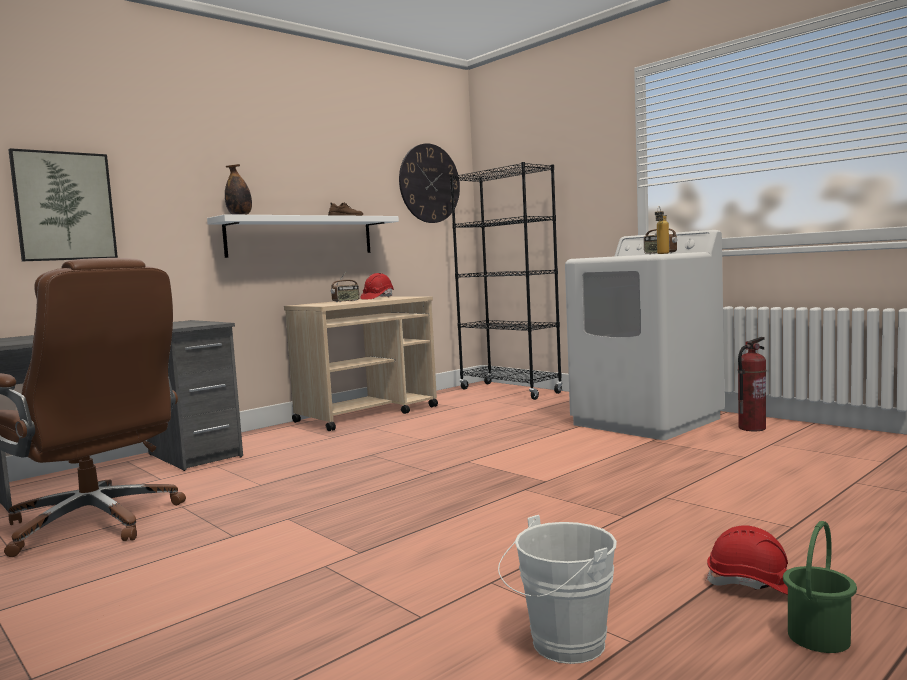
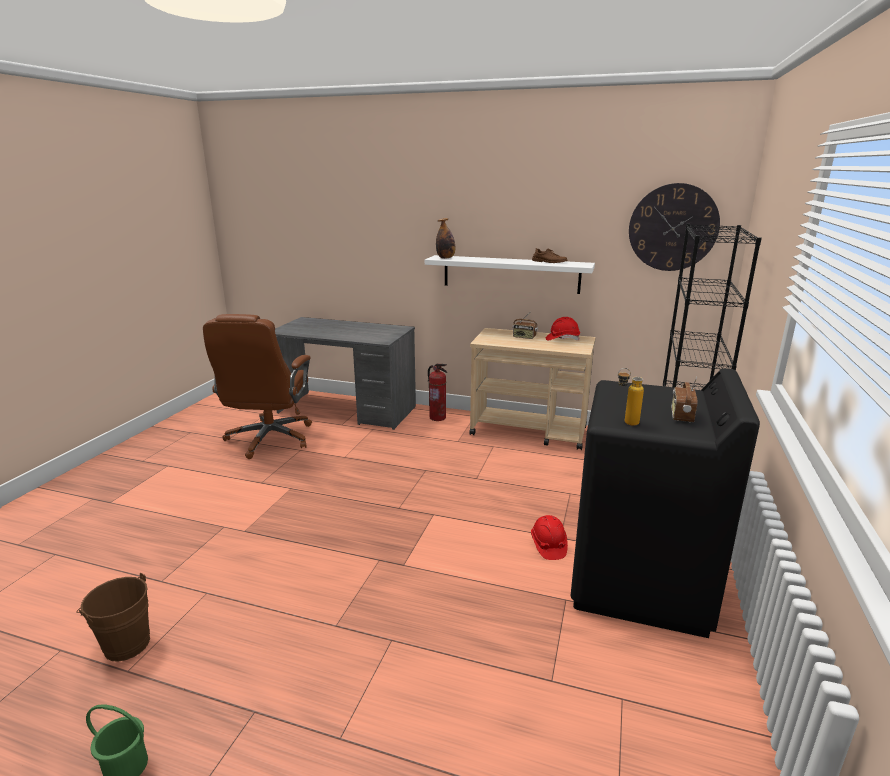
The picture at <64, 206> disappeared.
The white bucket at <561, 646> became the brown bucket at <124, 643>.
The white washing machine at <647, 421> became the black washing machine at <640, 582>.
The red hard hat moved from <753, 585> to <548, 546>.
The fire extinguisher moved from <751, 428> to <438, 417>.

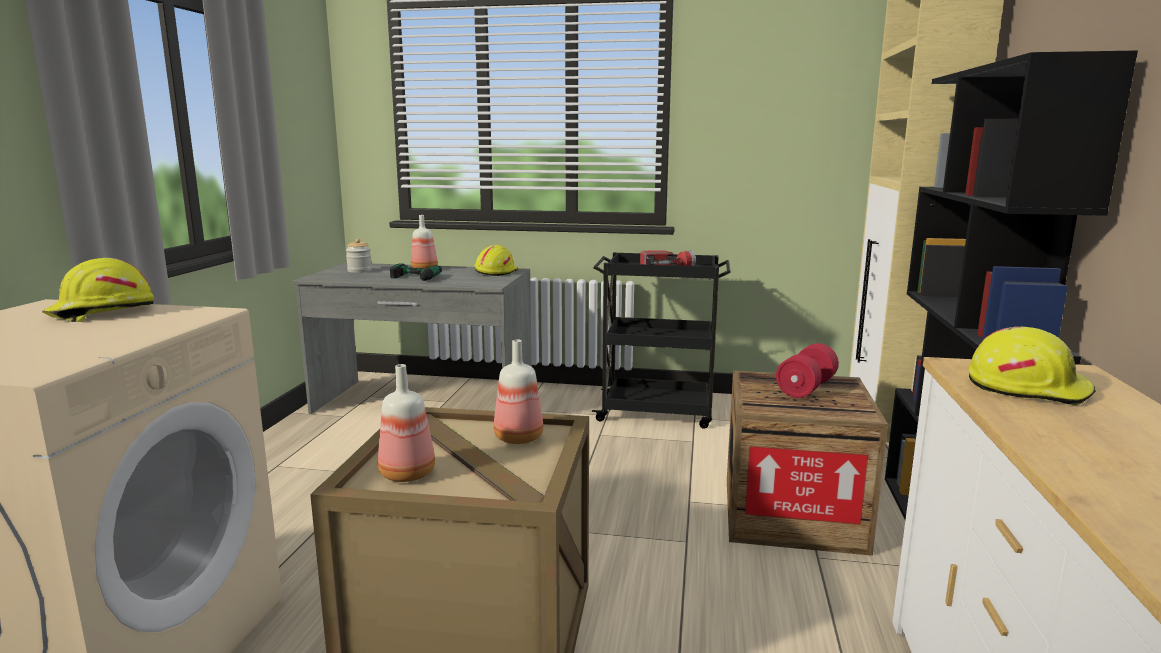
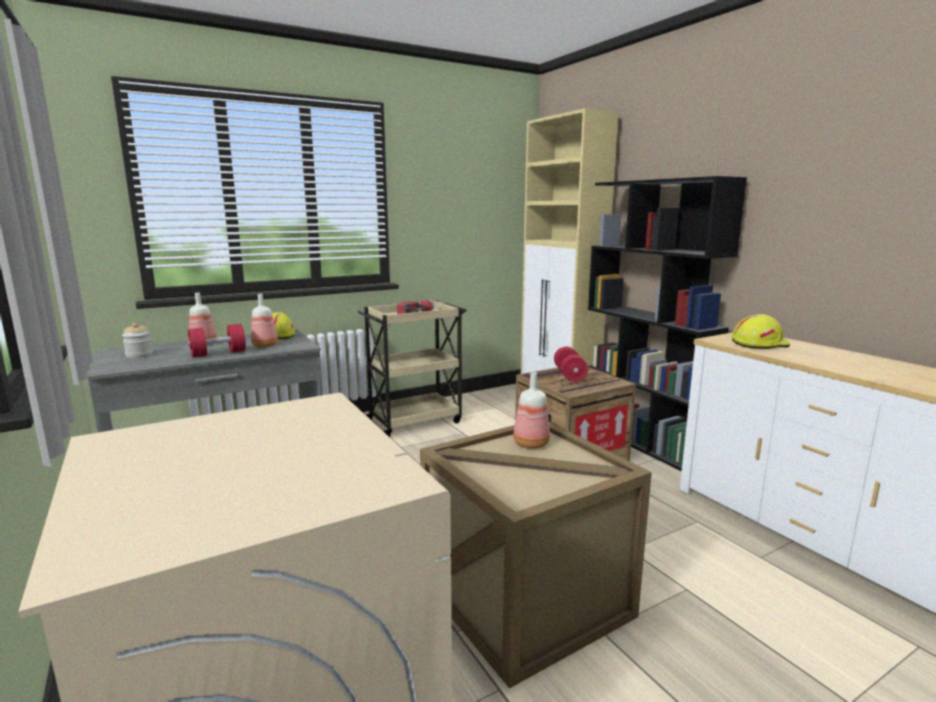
The yellow hard hat at <101, 313> disappeared.
The bottle moved from <409, 474> to <266, 345>.
The power drill at <411, 279> was replaced by the red dumbbell at <218, 353>.
The black cart at <658, 412> became the beige cart at <415, 421>.

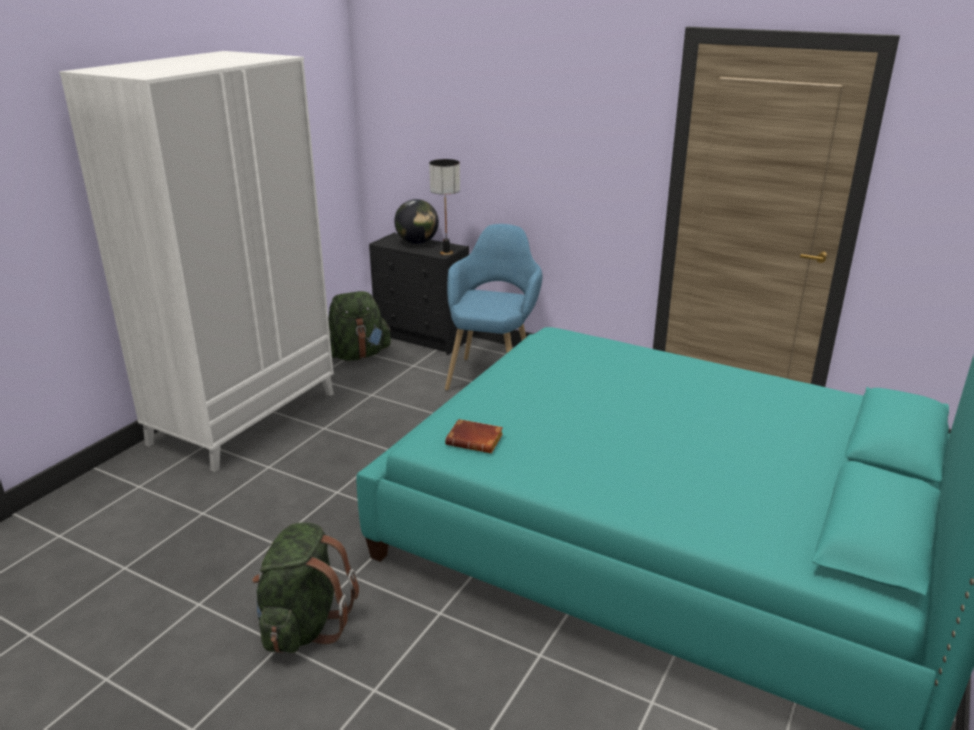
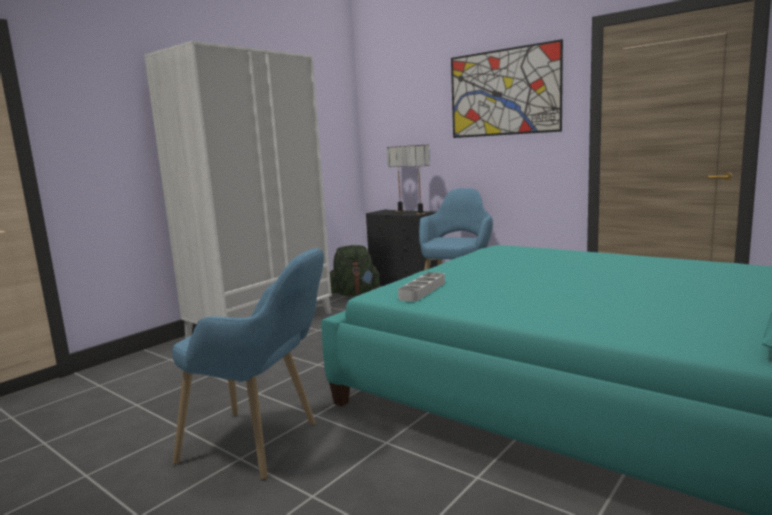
The green backpack at <304, 624> was replaced by the blue armchair at <264, 445>.
The globe at <417, 242> was replaced by the table lamp at <400, 211>.
The brown book at <476, 440> was replaced by the grey tray at <422, 290>.
The picture at <503, 92> appeared.

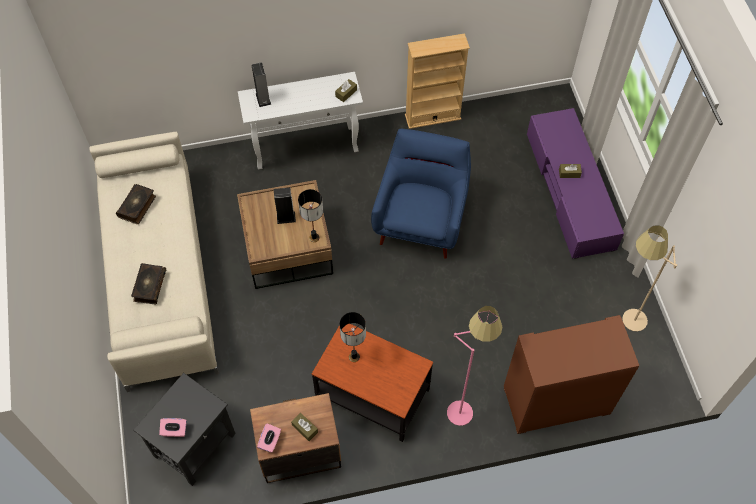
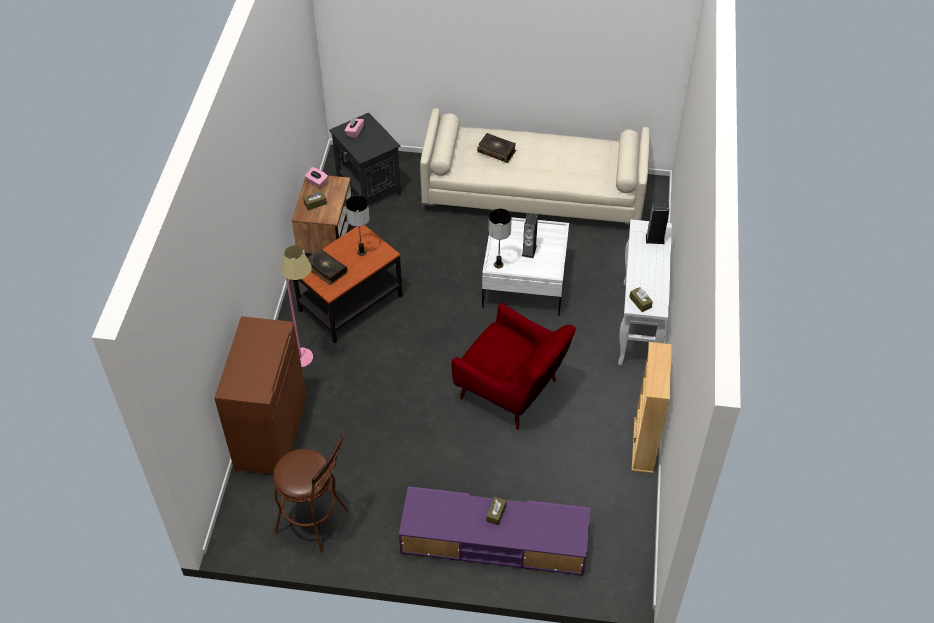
The book moved from <137, 207> to <326, 270>.
The brown coffee table at <287, 248> became the white coffee table at <524, 282>.
The blue armchair at <421, 220> became the red armchair at <512, 392>.
The beige floor lamp at <623, 322> was replaced by the brown stool at <317, 524>.

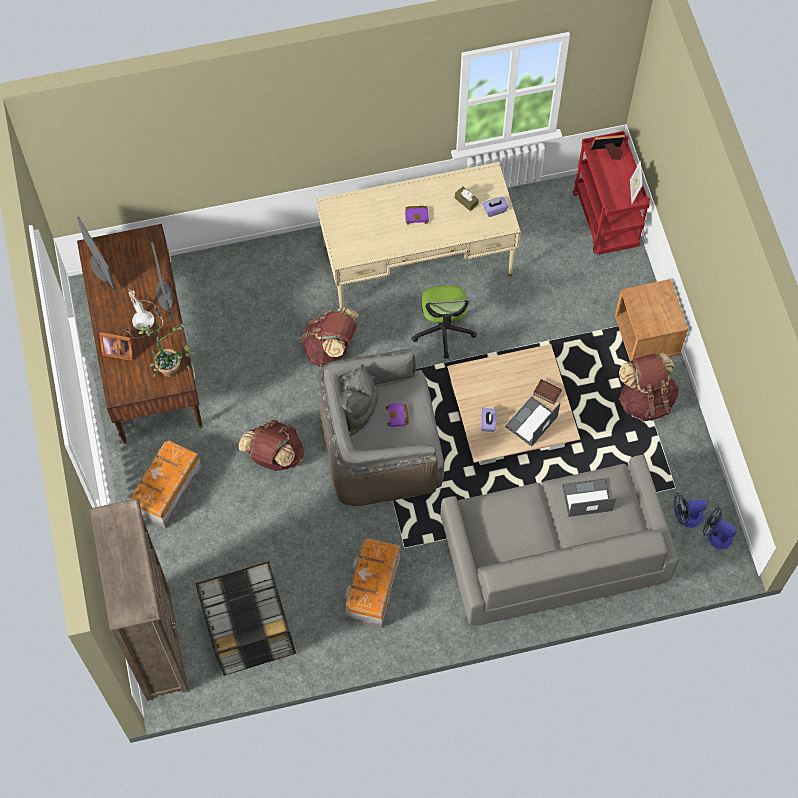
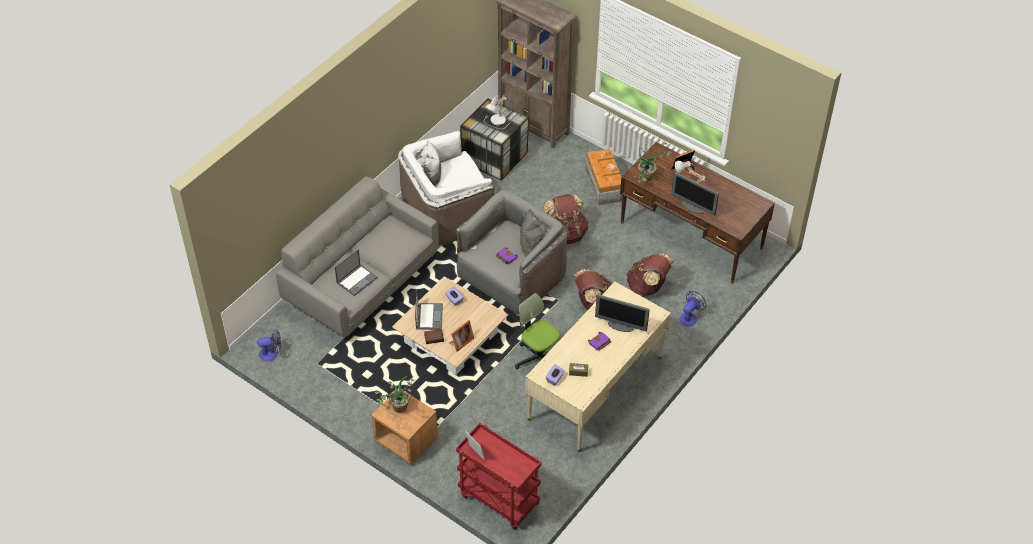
The monitor moved from <100, 267> to <620, 326>.
The storage box at <372, 589> was replaced by the white armchair at <448, 210>.
The picture frame moved from <607, 152> to <460, 342>.
The brown backpack moved from <645, 400> to <647, 287>.
The fan moved from <686, 517> to <690, 317>.
The potted plant at <397, 410> appeared.
The table lamp at <499, 121> appeared.

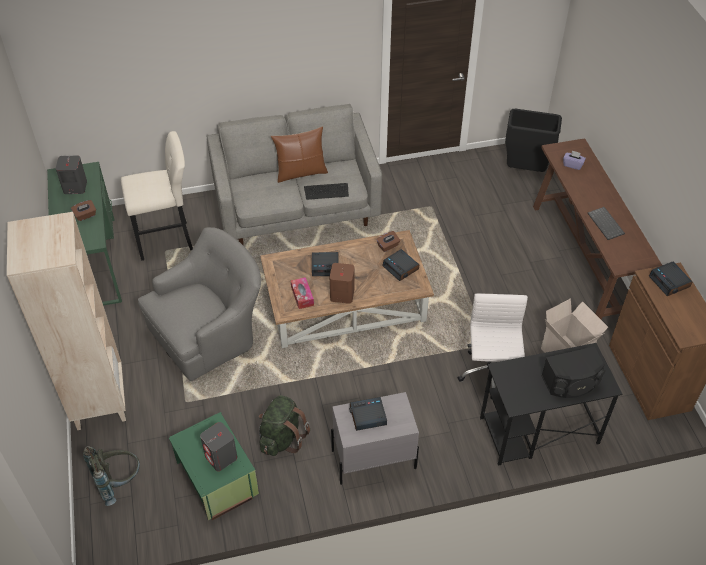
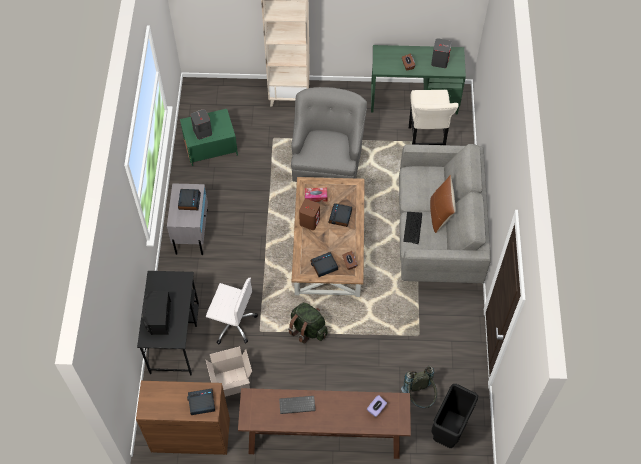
The grey backpack moved from <119, 482> to <419, 397>.
The grey armchair at <210, 332> turned 150 degrees counterclockwise.
The green backpack moved from <282, 438> to <308, 329>.

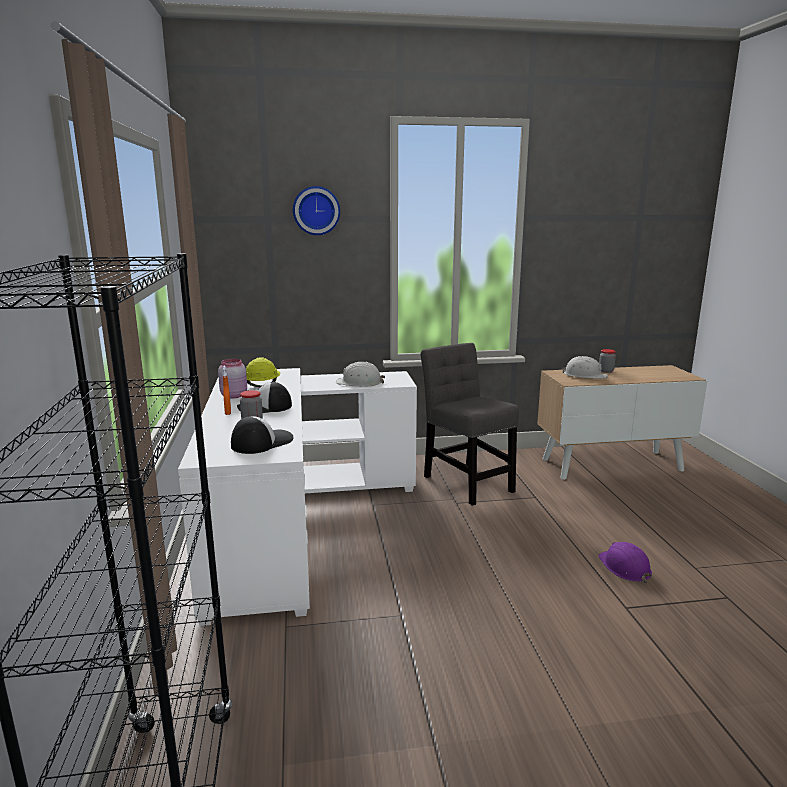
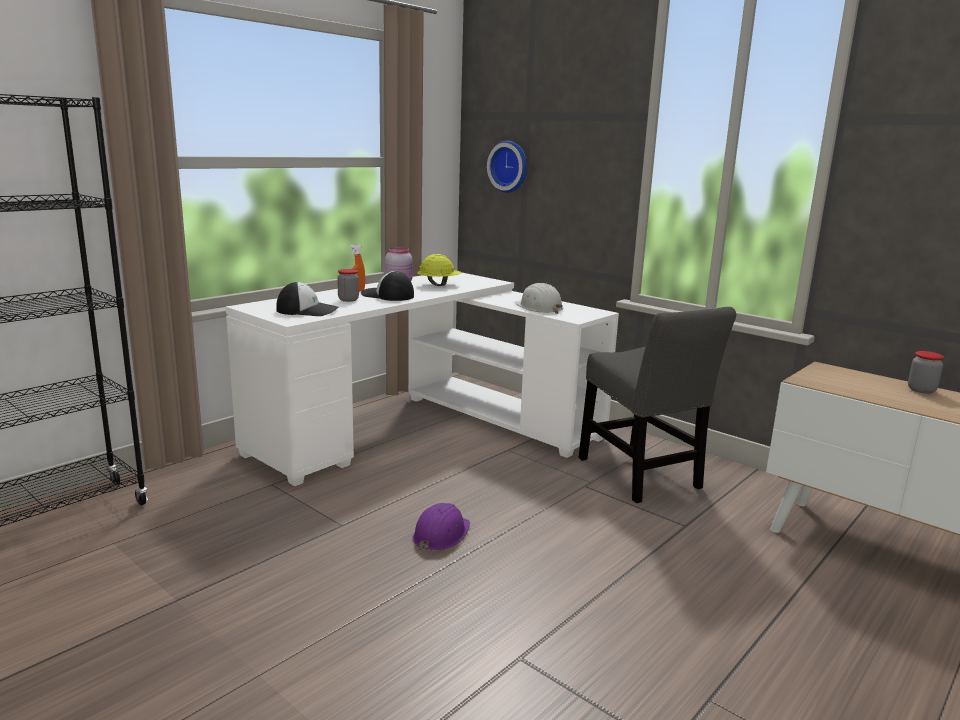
The wall clock moved from <316, 210> to <510, 166>.
The grey chair at <466, 481> turned 135 degrees clockwise.
The white hard hat at <584, 375> disappeared.
The purple hard hat moved from <625, 567> to <441, 534>.

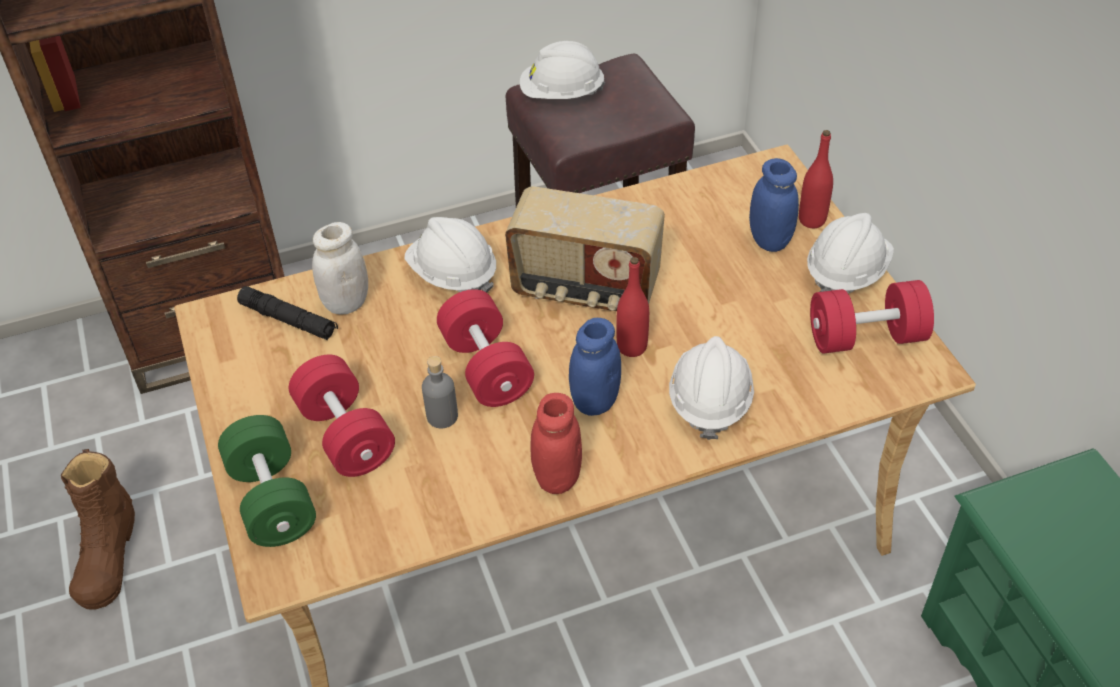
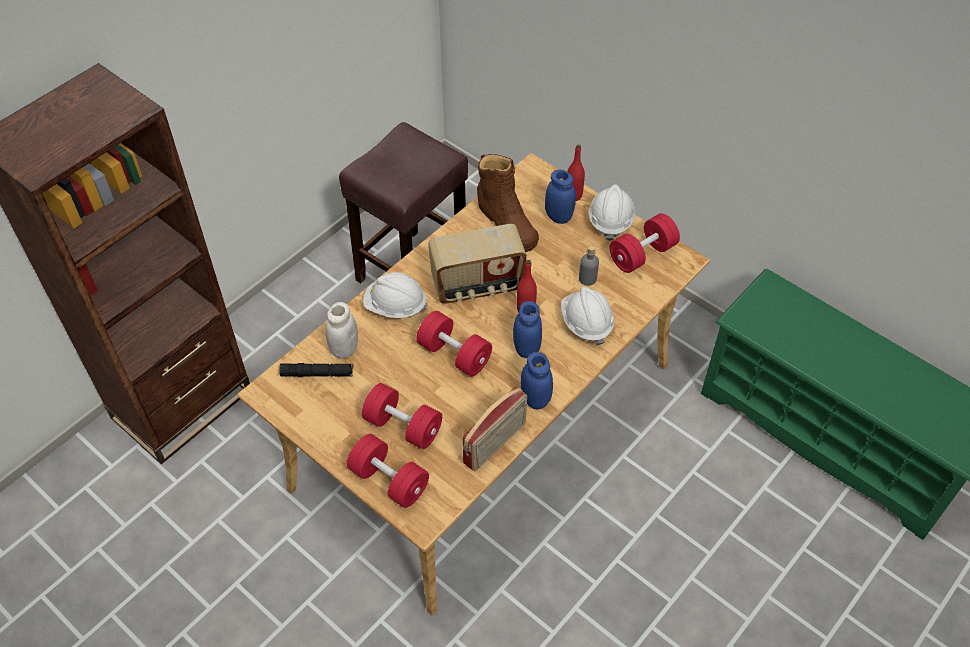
The brown boot moved from <107, 554> to <507, 223>.
The green dumbbell at <272, 499> became the red dumbbell at <389, 480>.
The grey bottle moved from <442, 416> to <587, 279>.
The white hard hat at <561, 94> disappeared.
The red jar at <557, 477> became the blue jar at <535, 399>.
The radio at <495, 444> appeared.

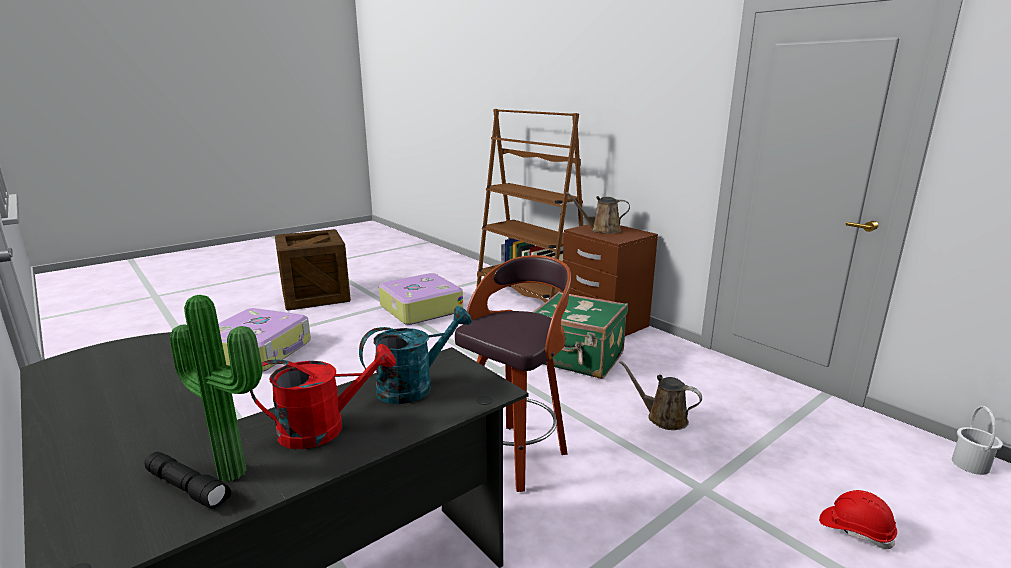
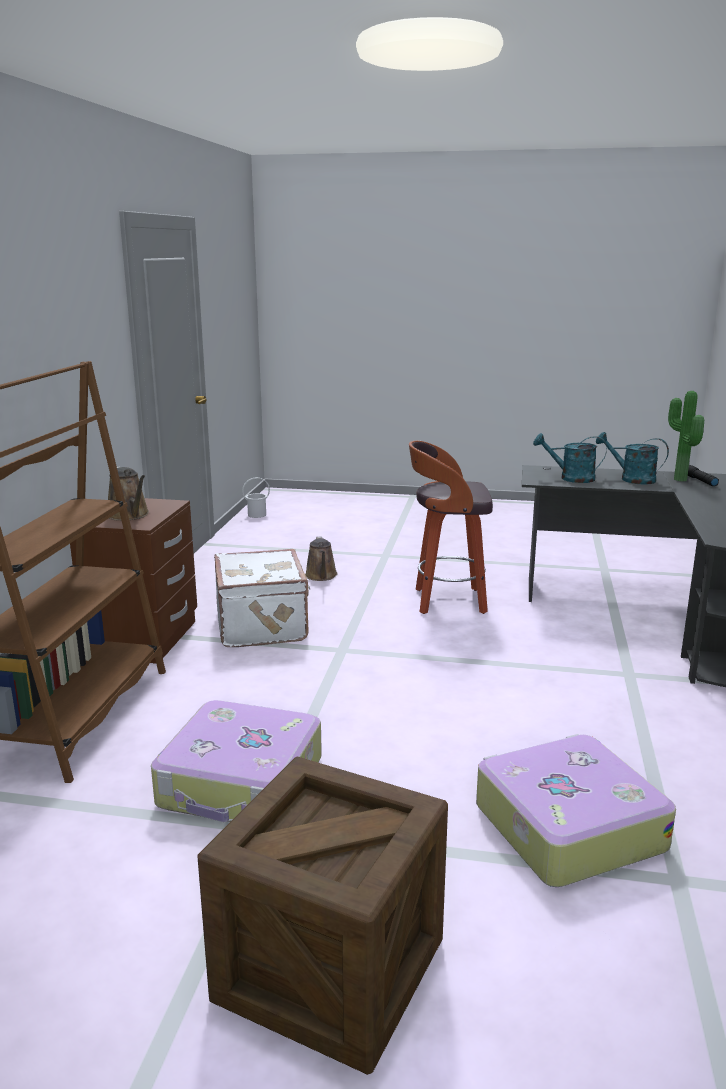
The red watering can at <324, 428> became the turquoise watering can at <631, 479>.
The green suitcase at <578, 359> became the white suitcase at <263, 625>.
The red hard hat at <855, 530> disappeared.

